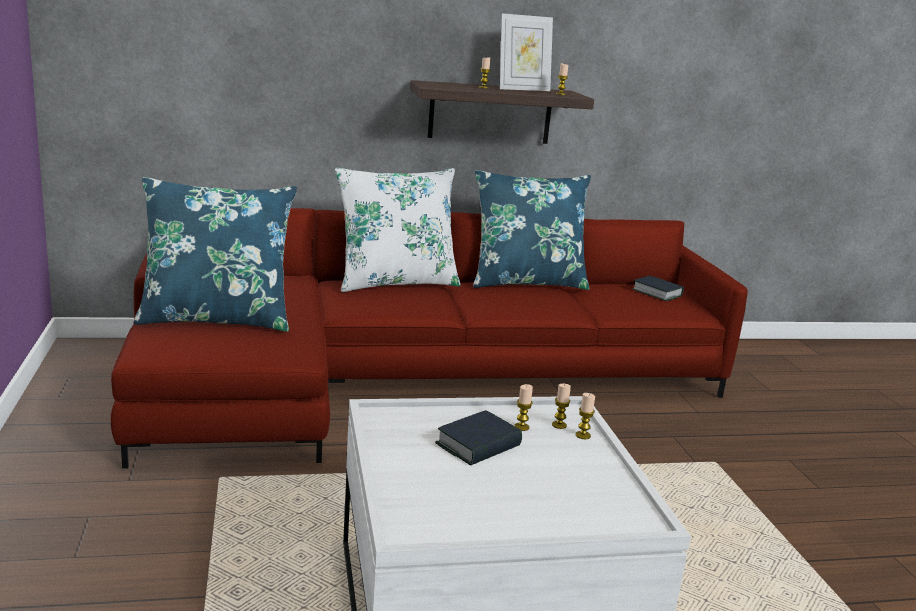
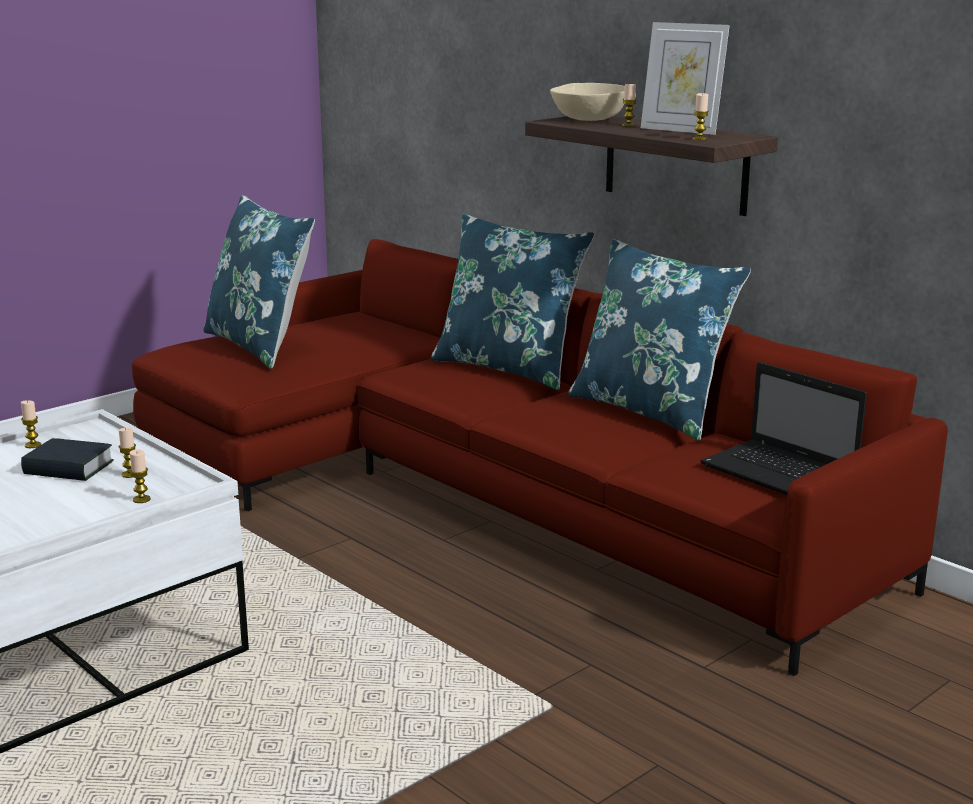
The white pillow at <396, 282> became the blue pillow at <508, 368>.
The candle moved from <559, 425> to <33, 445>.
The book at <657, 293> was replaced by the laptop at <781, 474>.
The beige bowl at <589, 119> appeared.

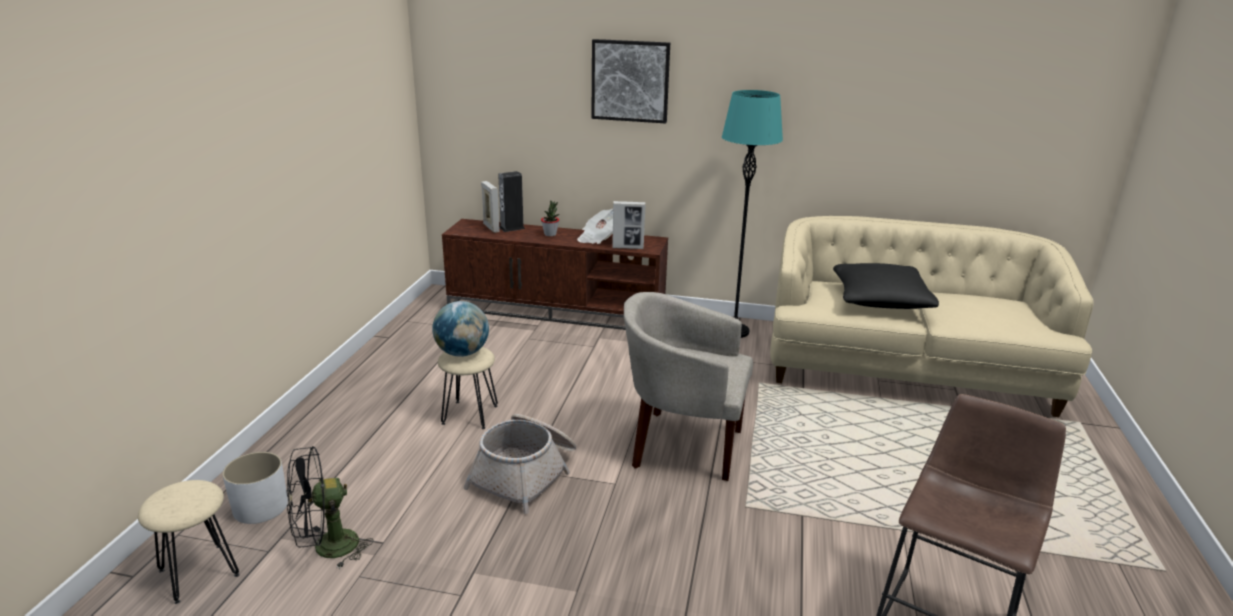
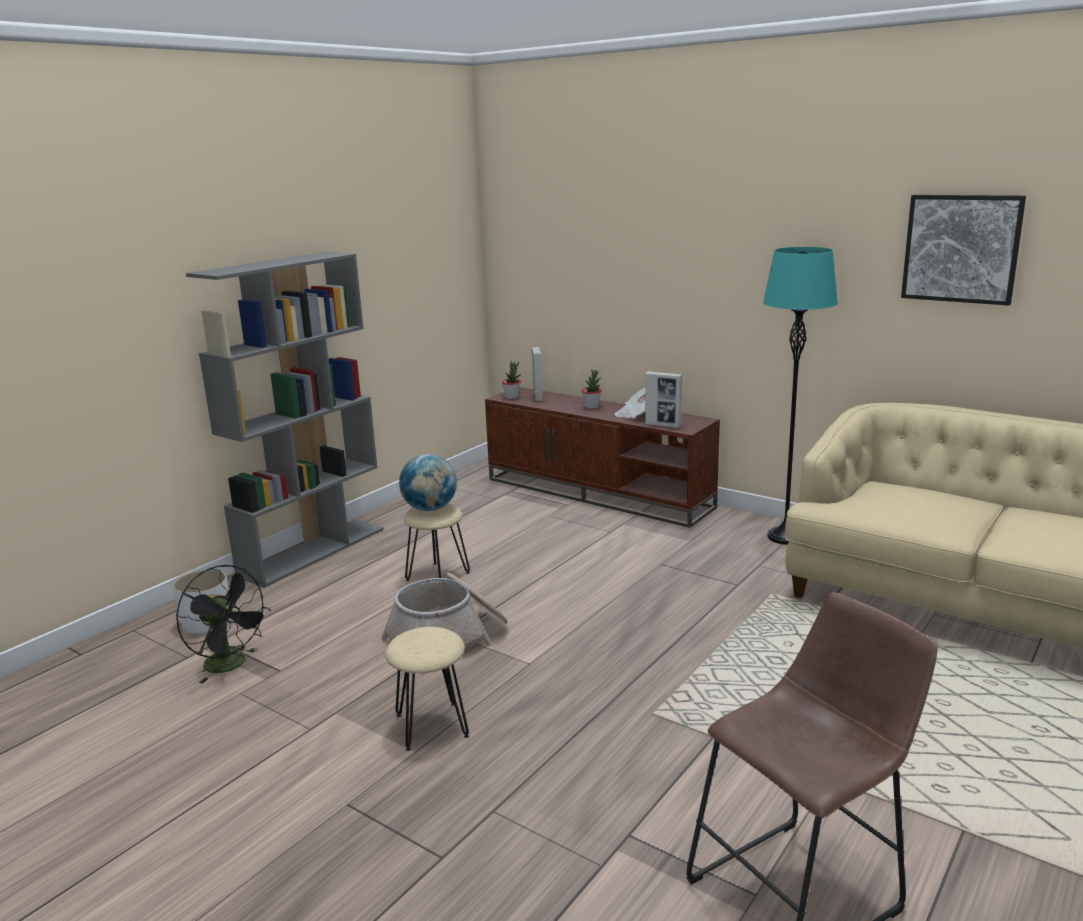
The beige stool moved from <199, 572> to <432, 725>.
The black fan at <326, 549> turned 135 degrees counterclockwise.
The speaker at <512, 228> disappeared.
The picture moved from <630, 81> to <961, 248>.
The beige armchair at <682, 445> disappeared.
The black pillow at <880, 300> disappeared.
The grey bookcase at <313, 551> appeared.
The potted plant at <512, 397> appeared.

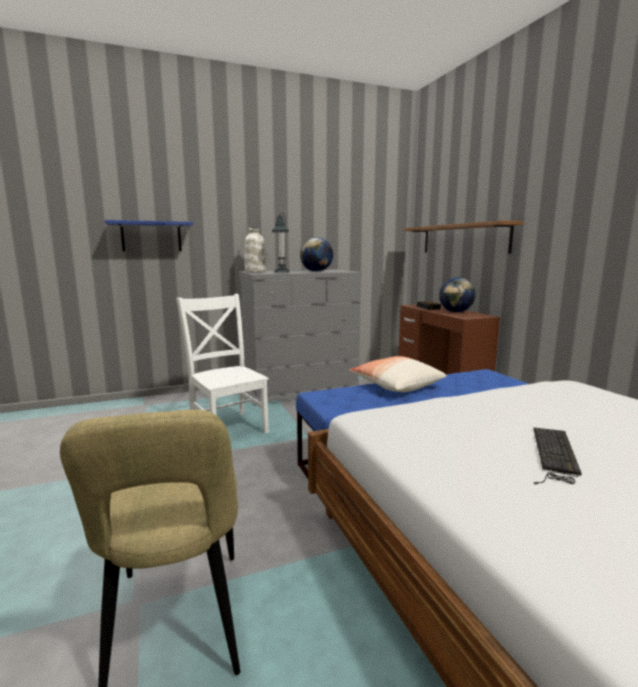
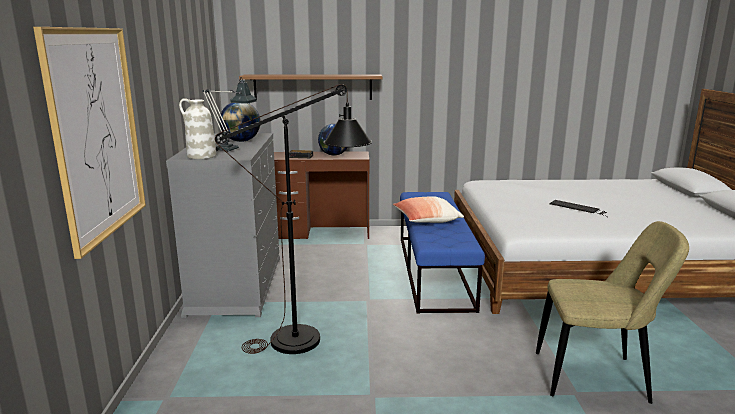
The blue shelf at <151, 237> was replaced by the picture at <97, 133>.
The white chair at <228, 427> was replaced by the black floor lamp at <310, 338>.

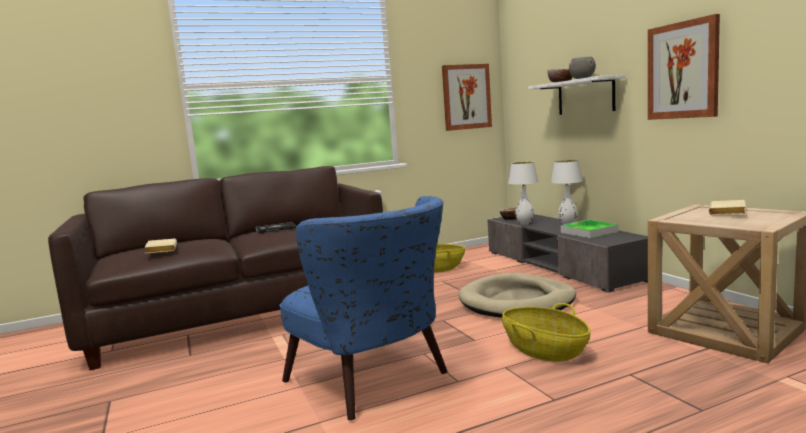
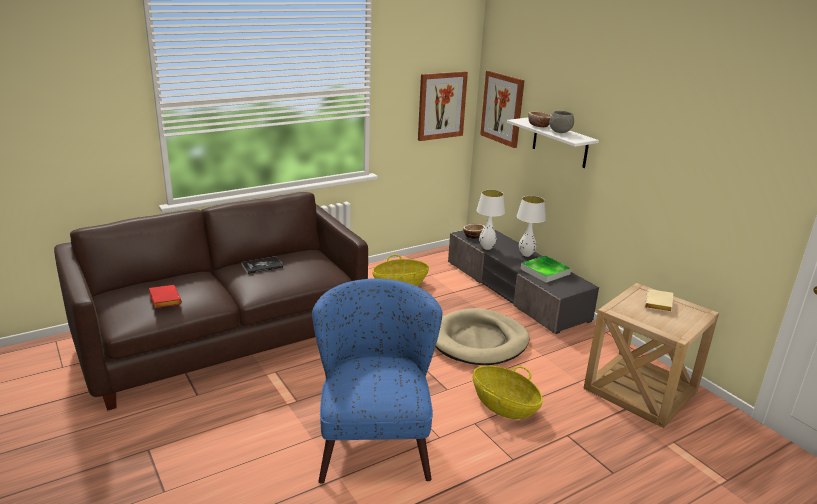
The beige book at <160, 250> became the red book at <164, 299>.
The blue armchair at <376, 383> turned 135 degrees counterclockwise.
The picture moved from <682, 70> to <502, 108>.

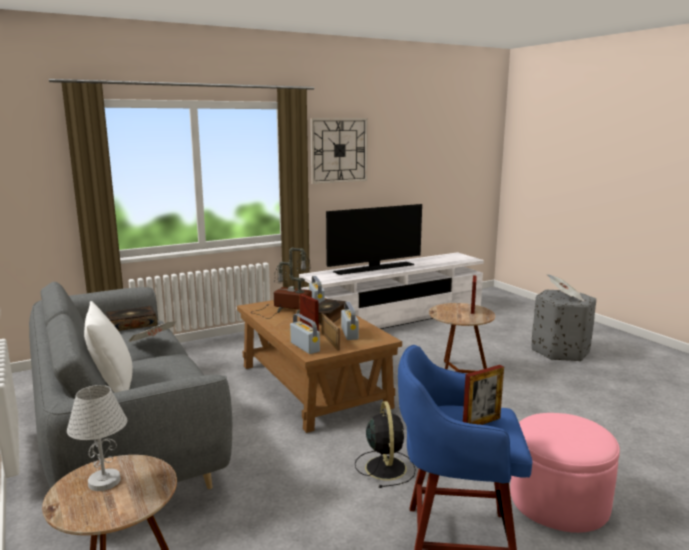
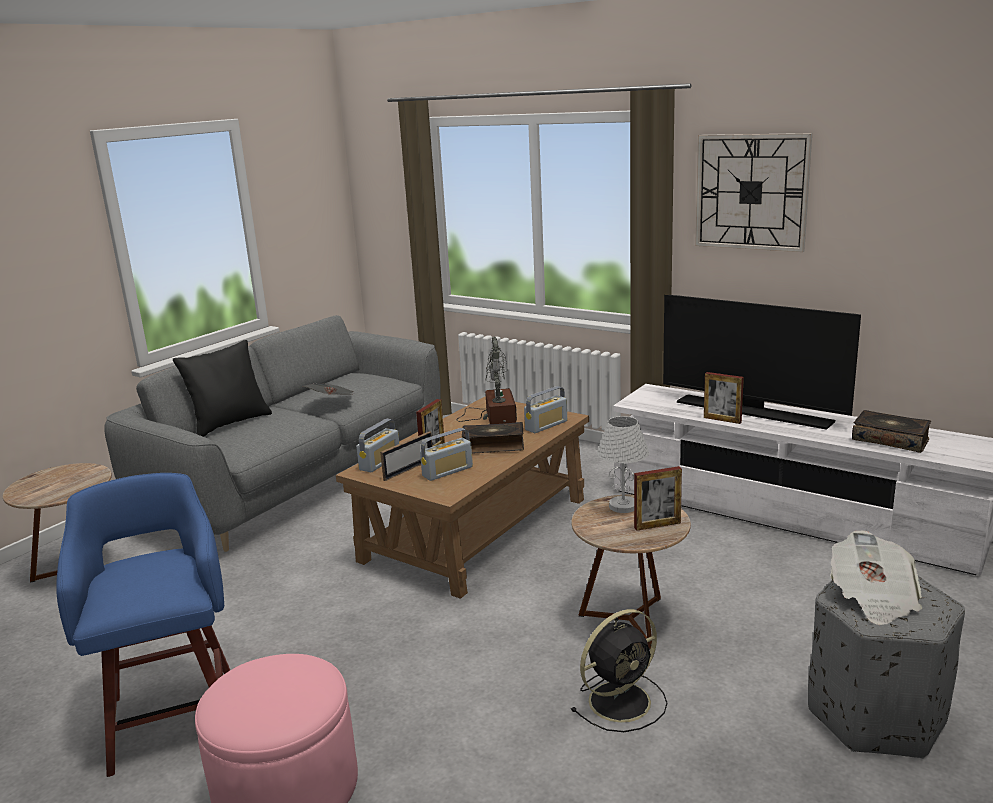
The white table lamp moved from <104, 481> to <623, 506>.
The white pillow at <113, 386> became the black pillow at <230, 423>.
The book moved from <132, 325> to <890, 439>.
The black fan moved from <385, 467> to <621, 700>.
The picture frame moved from <481, 422> to <722, 420>.

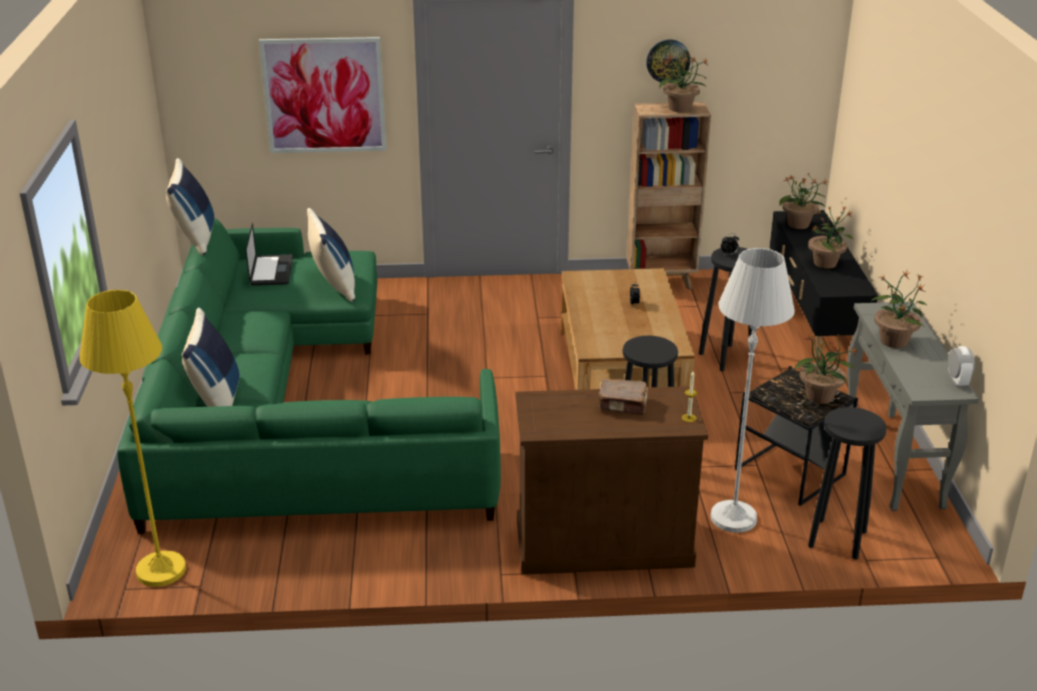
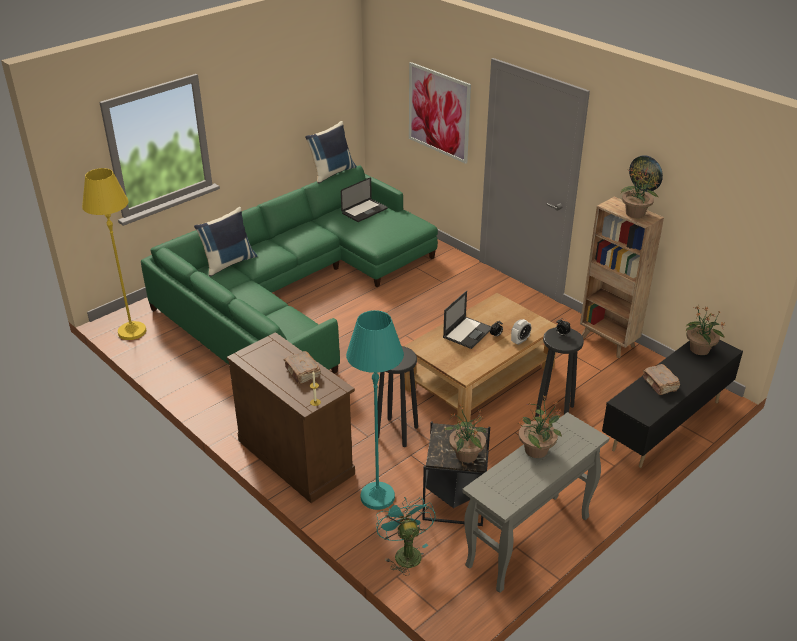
The blue pillow at <333, 285> disappeared.
The white floor lamp at <733, 518> became the turquoise floor lamp at <377, 496>.
The potted plant at <825, 263> was replaced by the brown book at <660, 384>.
The black stool at <837, 539> was replaced by the turquoise fan at <405, 553>.
The alarm clock moved from <957, 381> to <520, 340>.
The laptop at <467, 332> appeared.

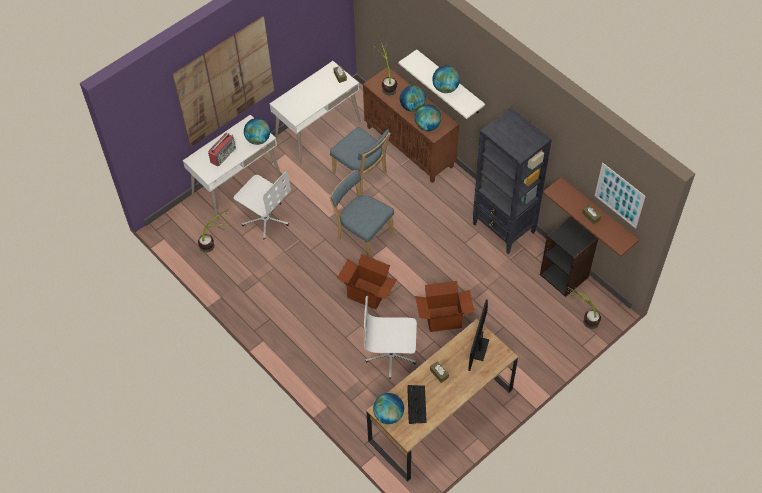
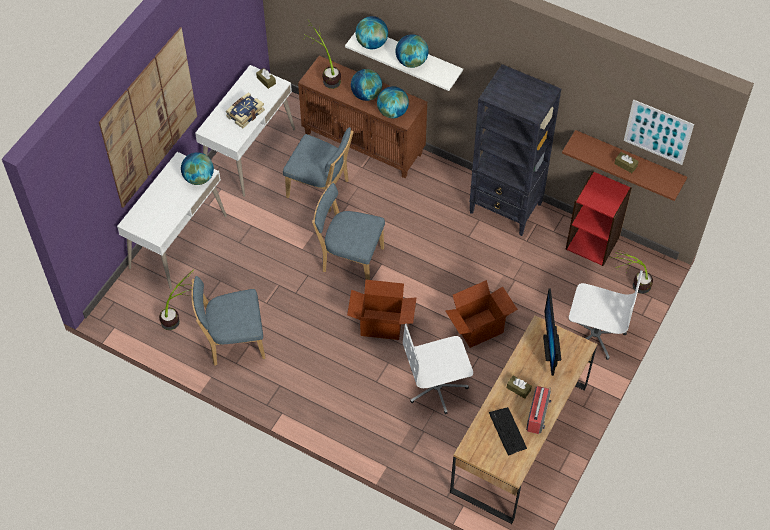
The radio moved from <223, 154> to <537, 415>.
The white office chair moved from <265, 219> to <595, 334>.
The globe moved from <388, 415> to <372, 44>.
The black bookcase at <564, 275> became the red bookcase at <593, 242>.
The blue chair at <233, 342> appeared.
The book at <245, 113> appeared.

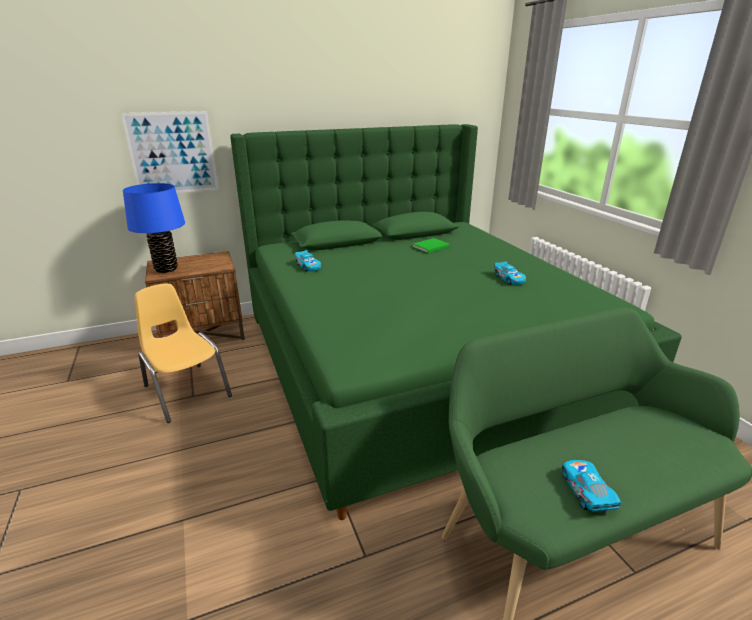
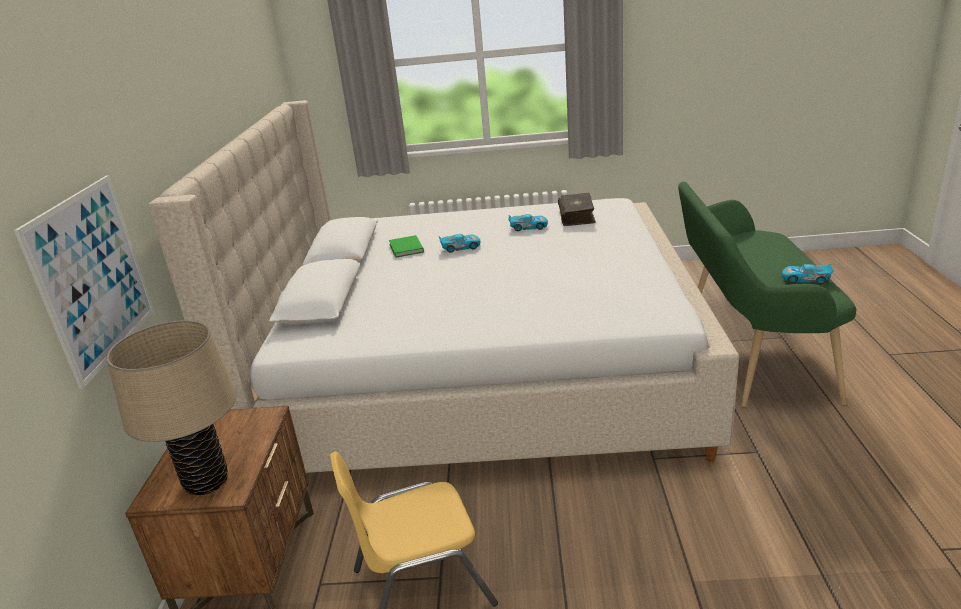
The blue table lamp at <166, 269> became the beige table lamp at <206, 482>.
The green bed at <416, 359> became the beige bed at <480, 370>.
The toy car moved from <308, 266> to <460, 247>.
The book at <577, 216> appeared.

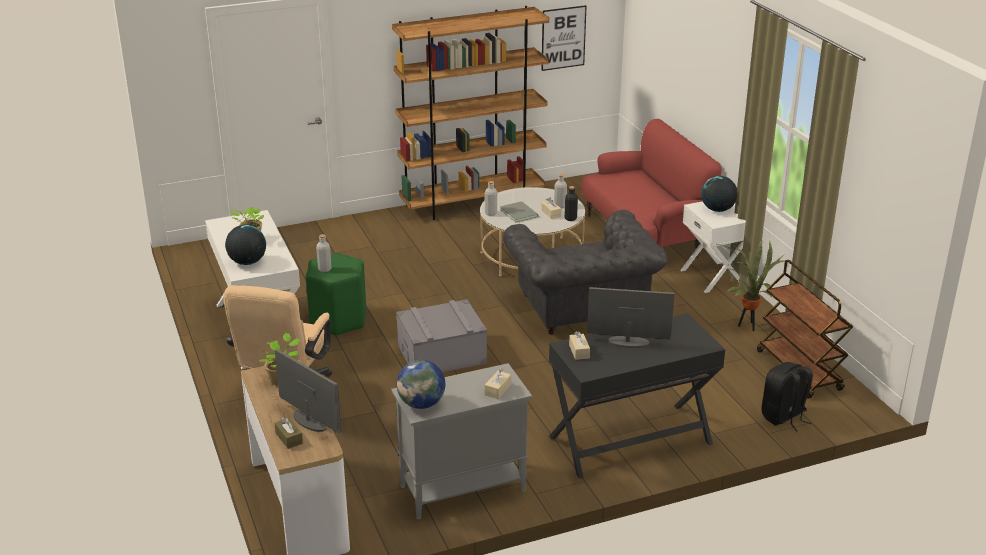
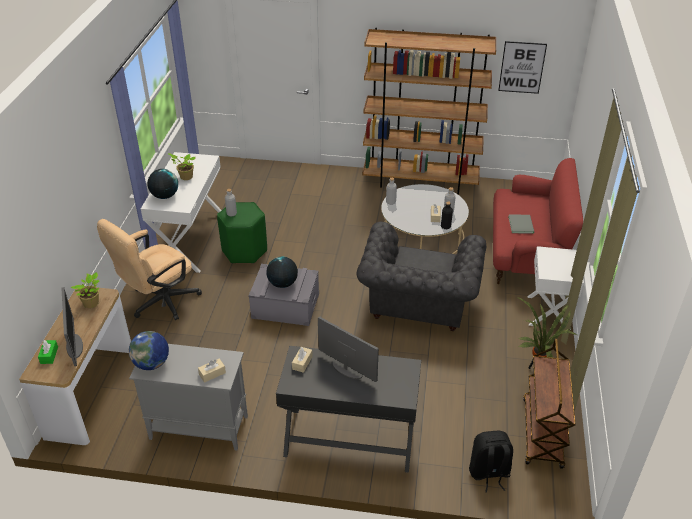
The brown tissue box at <289, 438> became the green tissue box at <49, 355>.
The grey book moved from <519, 212> to <521, 224>.
The globe moved from <717, 210> to <282, 284>.

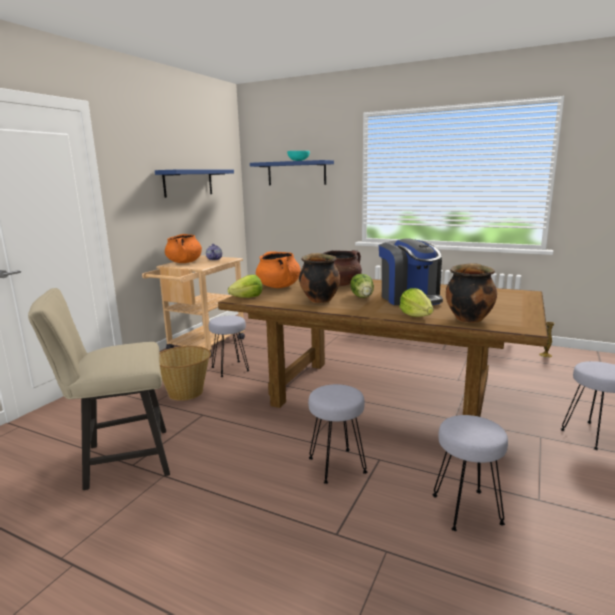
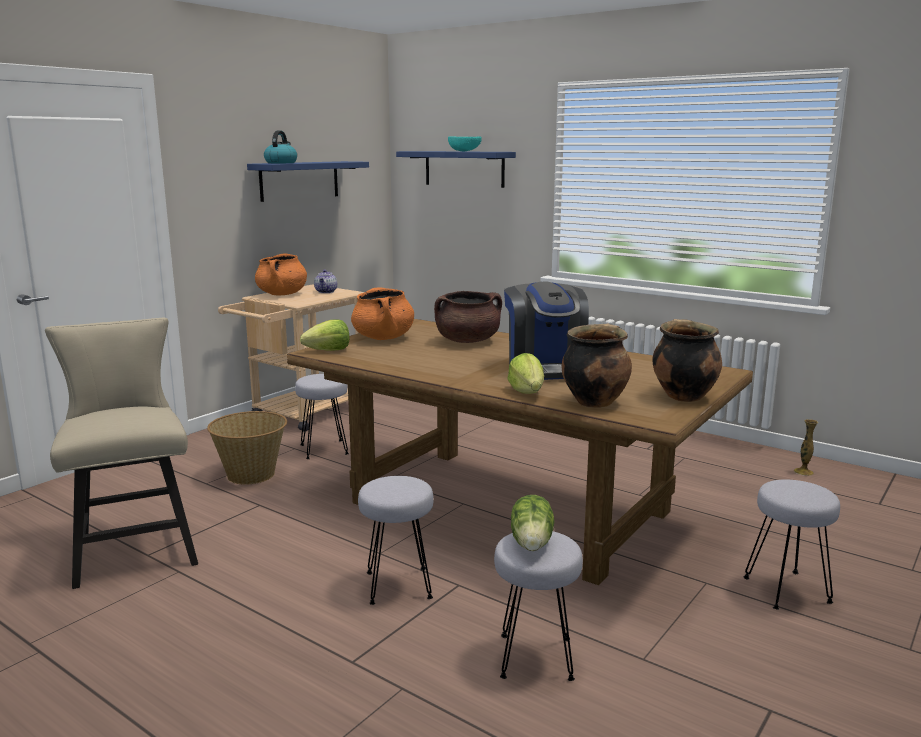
The beige chair at <120, 460> turned 75 degrees clockwise.
The cooking pot moved from <319, 300> to <682, 396>.
The lettuce moved from <363, 297> to <532, 543>.
The kettle at <281, 163> appeared.

